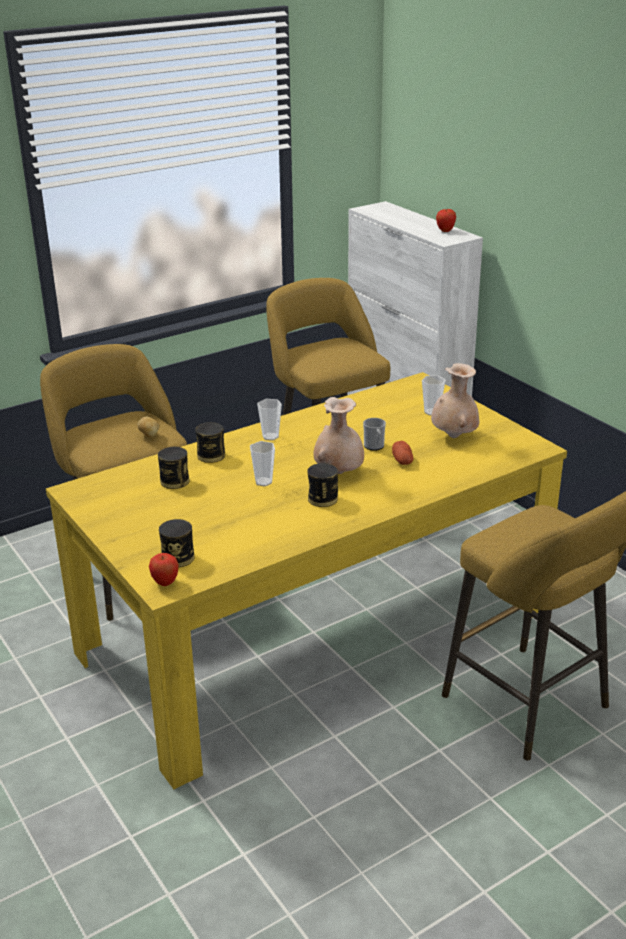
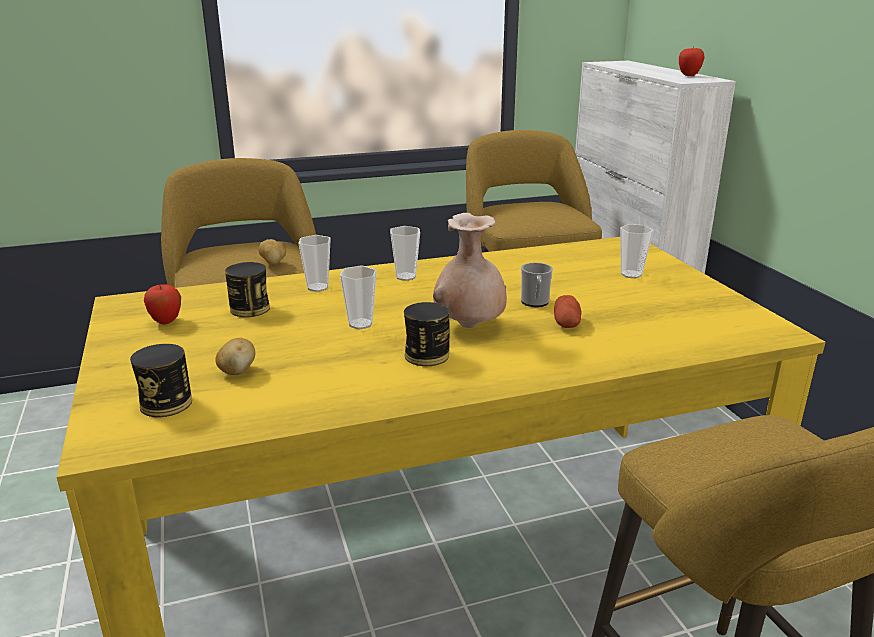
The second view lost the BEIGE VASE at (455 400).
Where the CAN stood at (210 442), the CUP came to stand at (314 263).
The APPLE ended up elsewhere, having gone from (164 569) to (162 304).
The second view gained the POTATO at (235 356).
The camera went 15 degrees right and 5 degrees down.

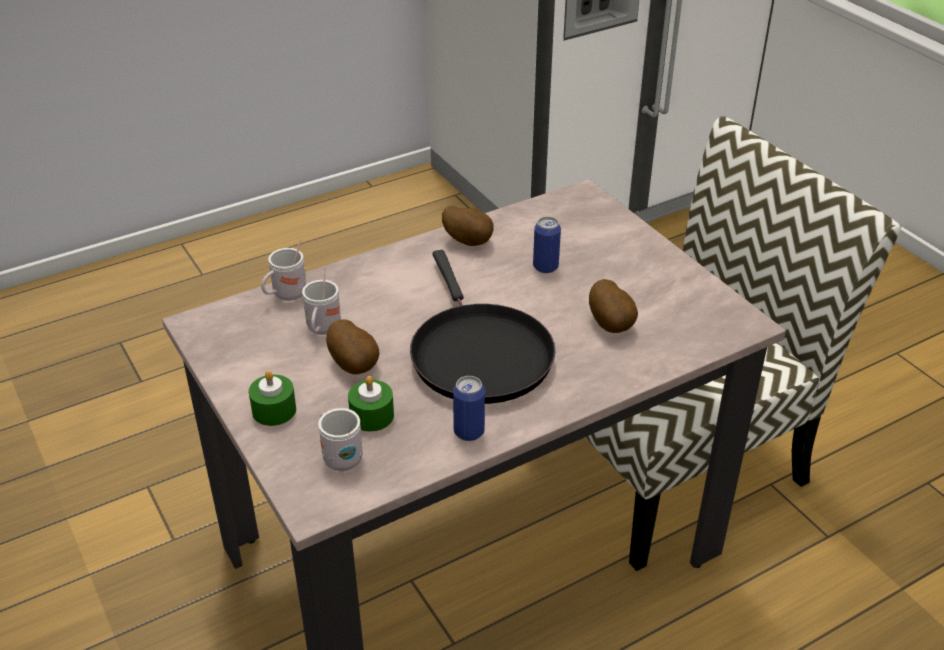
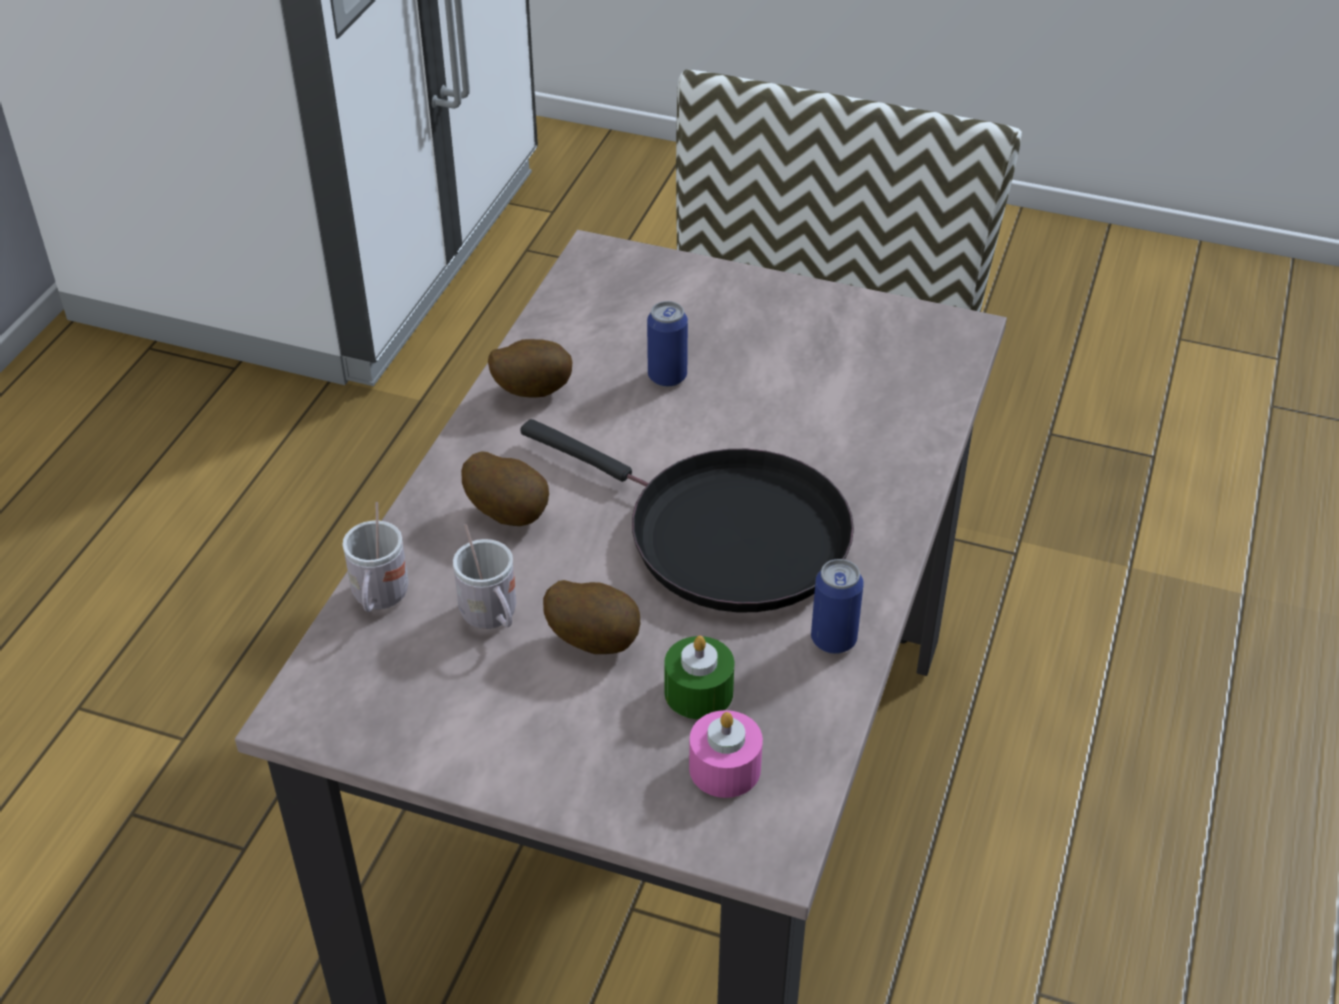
The POTATO ended up elsewhere, having gone from (613 306) to (505 488).
The second view lost the GREEN CANDLE at (272 398).
Where the WHITE MUG stood at (340 439), the PINK CANDLE came to stand at (726 754).
The camera went 40 degrees left and 5 degrees up.

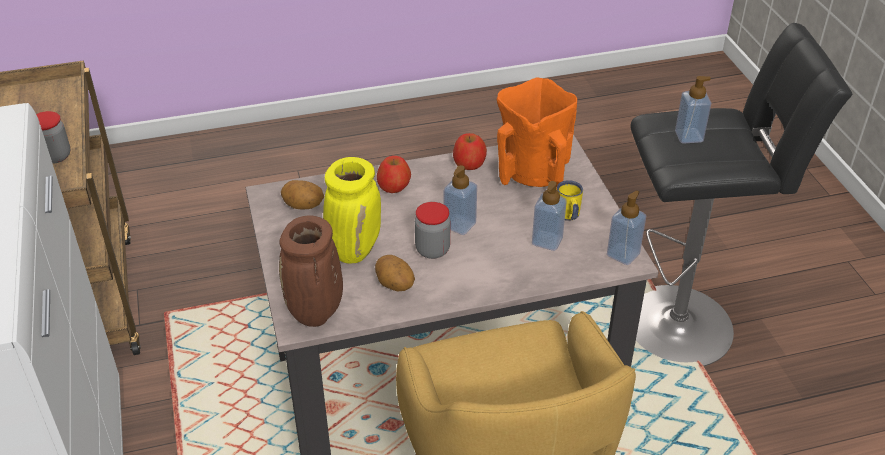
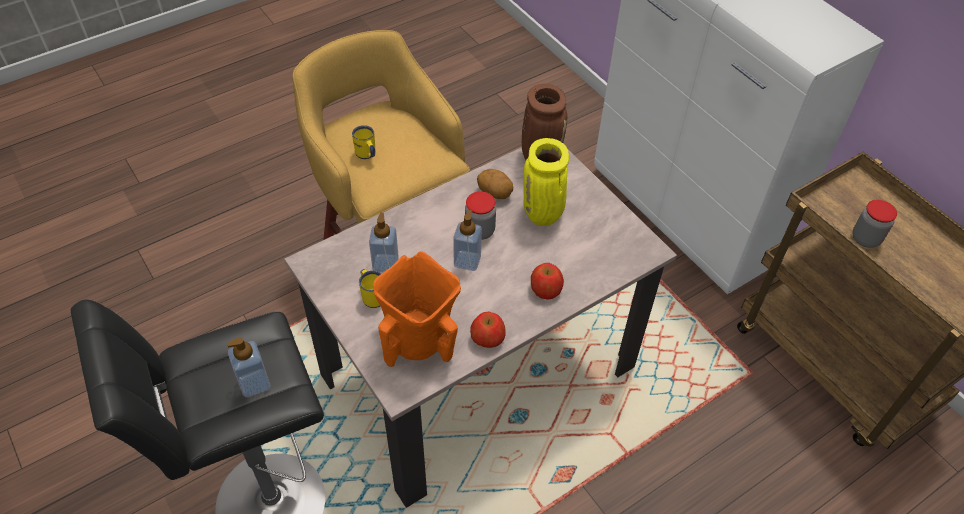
The second view lost the POTATO at (302 194).
The second view lost the SOAP DISPENSER at (626 227).
The second view gained the YELLOW MUG at (363 142).
The camera went 160 degrees right and 10 degrees up.

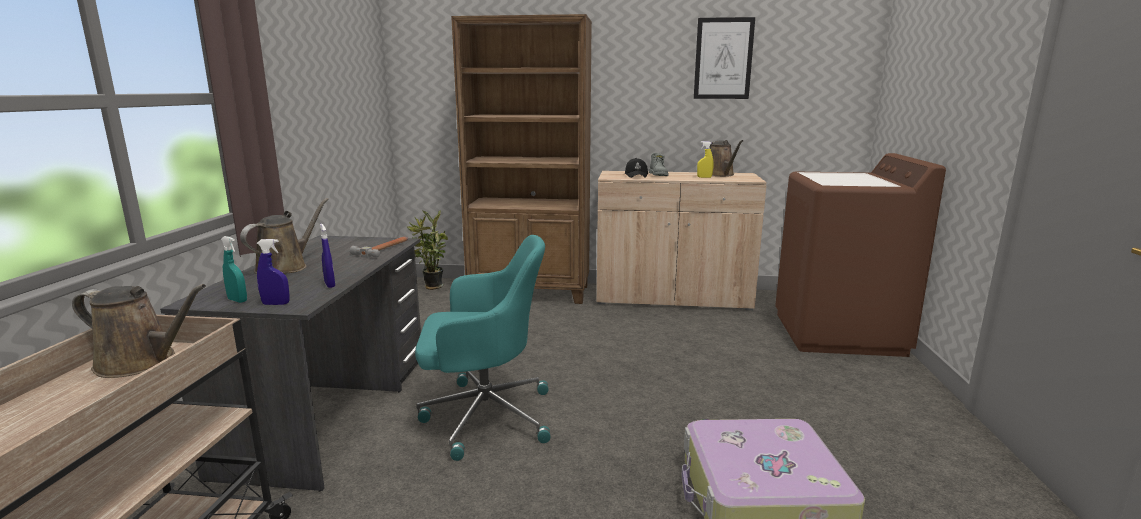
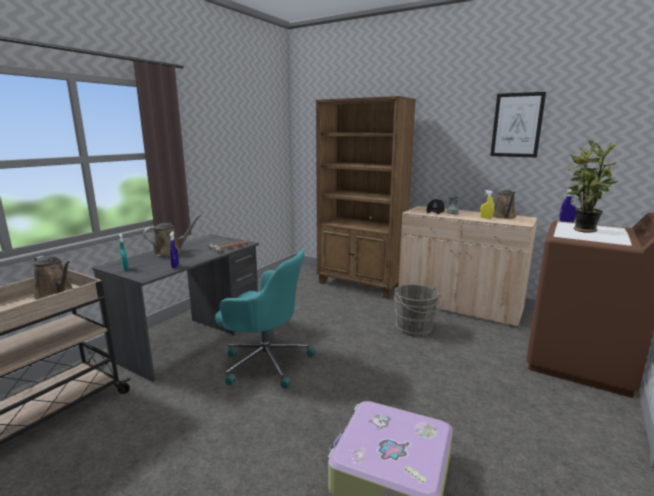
The POTTED PLANT ended up elsewhere, having gone from (427 250) to (592 186).
The BLUE SPRAY BOTTLE ended up elsewhere, having gone from (273 272) to (567 205).
The second view gained the GREY BUCKET at (419 310).
The camera went 25 degrees right and 0 degrees up.

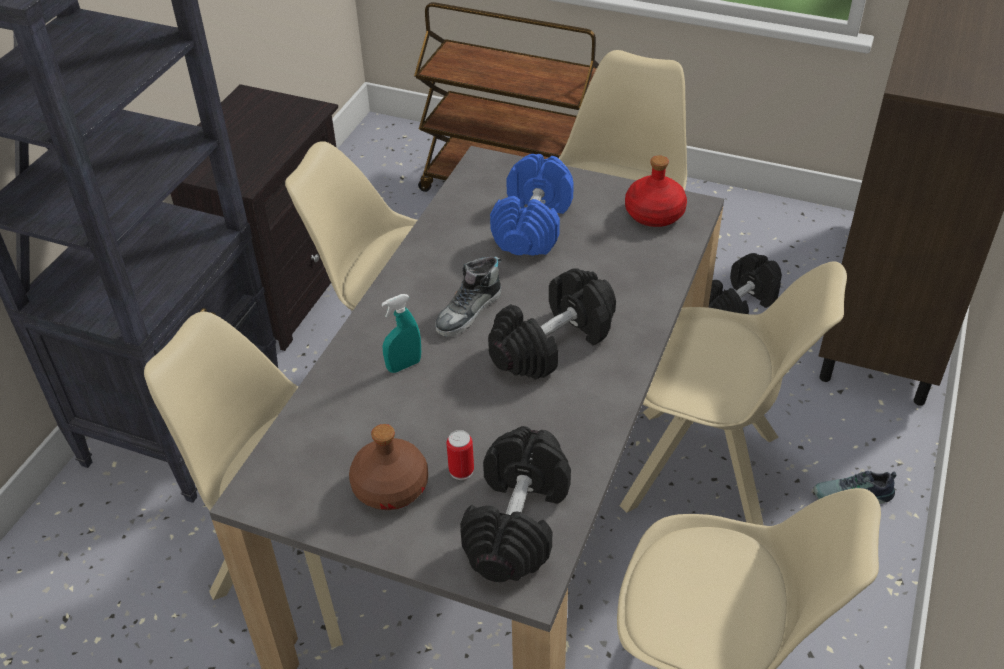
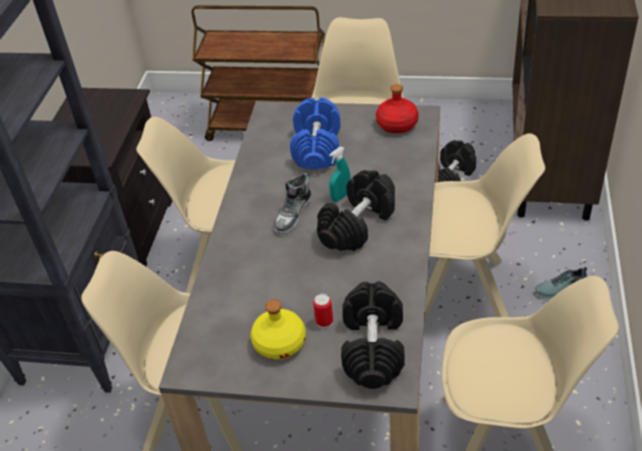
The TURQUOISE SPRAY BOTTLE ended up elsewhere, having gone from (401 333) to (340 174).
What was the BROWN BOTTLE at (388 467) turned into the YELLOW BOTTLE at (278 329).
The camera went 10 degrees left and 0 degrees up.

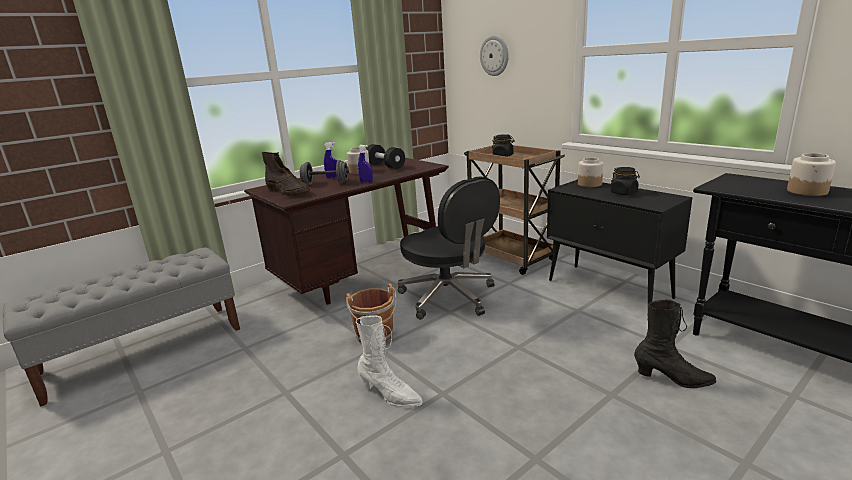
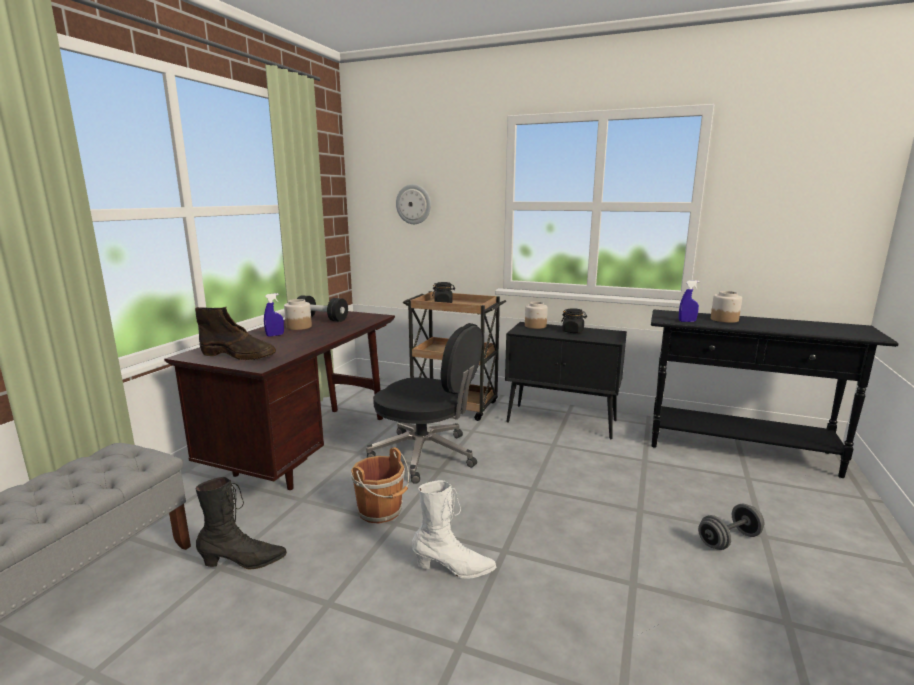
The BLUE SPRAY BOTTLE ended up elsewhere, having gone from (365 164) to (689 301).
The GREY DUMBBELL ended up elsewhere, having gone from (324 172) to (731 527).
The BLACK BOOT ended up elsewhere, having gone from (675 344) to (241 523).
The camera went 30 degrees left and 5 degrees down.

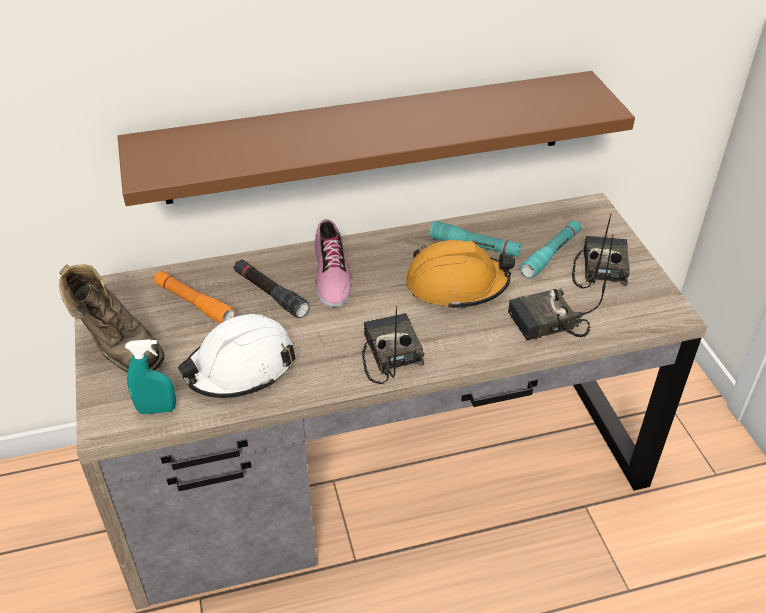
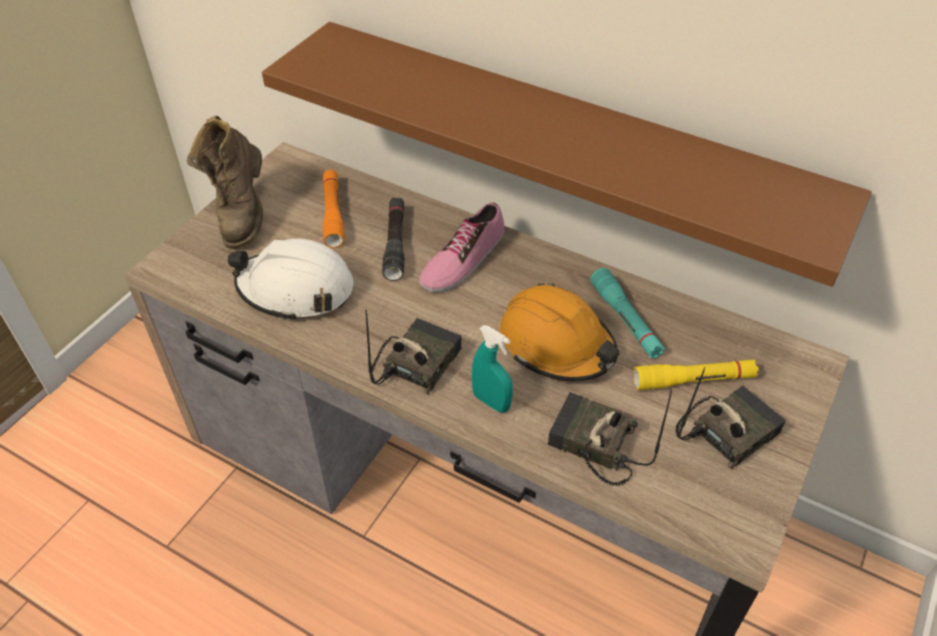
What was the TURQUOISE FLASHLIGHT at (550 249) turned into the YELLOW FLASHLIGHT at (696 375).
The TURQUOISE SPRAY BOTTLE ended up elsewhere, having gone from (150 376) to (492 369).
The camera went 45 degrees right and 5 degrees up.

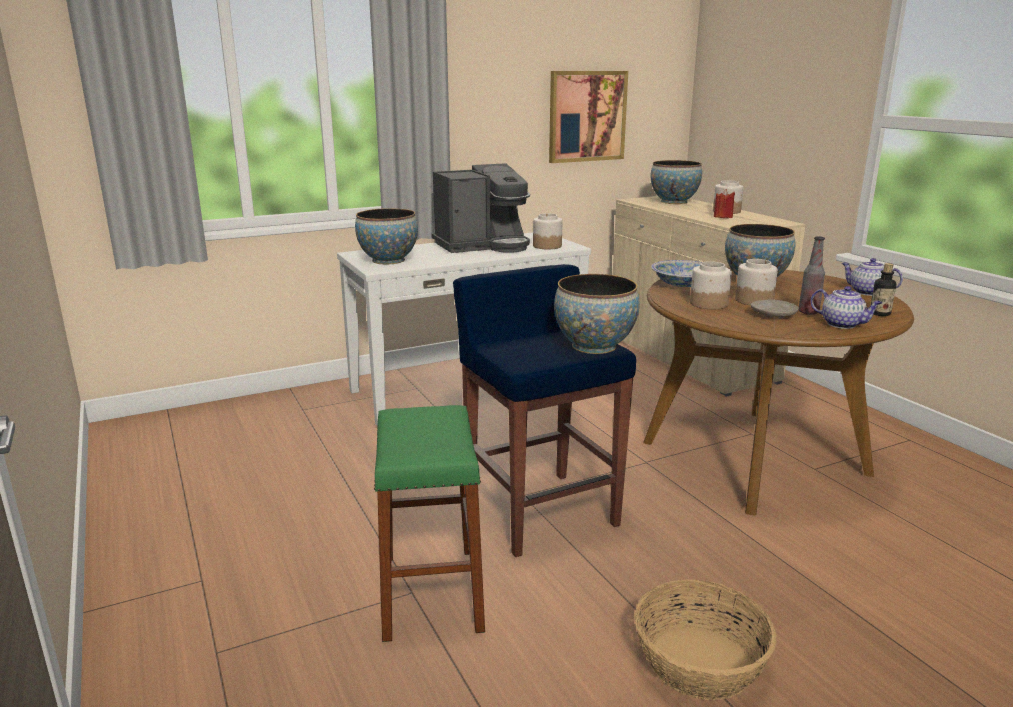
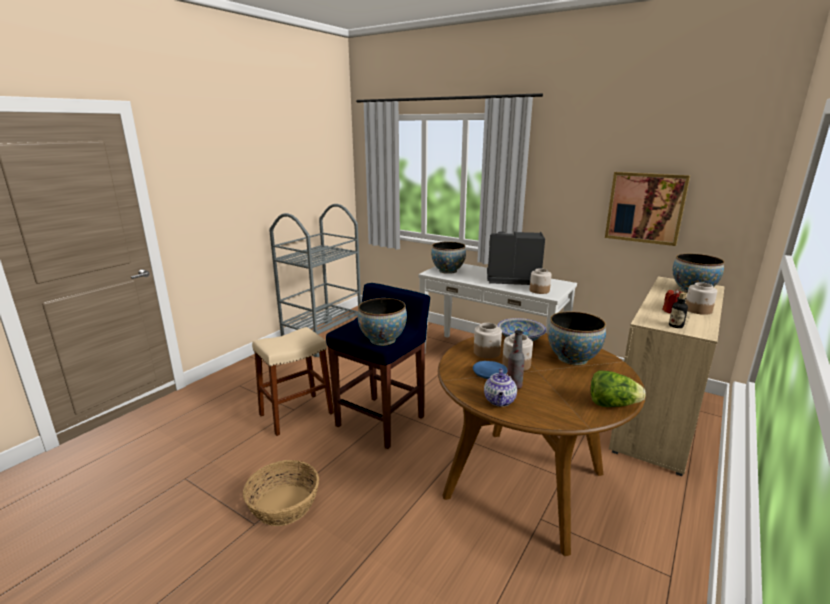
The COFFEE MACHINE at (480 208) ended up facing another way, 150 degrees clockwise from before.
Where the TEAPOT stood at (872 277), the LETTUCE came to stand at (618 388).
The BOTTLE ended up elsewhere, having gone from (883 289) to (678 310).
What was the BEIGE PLATE at (774 309) turned into the BLUE PLATE at (490 370).
What was the GREEN STOOL at (429 523) turned into the BEIGE STOOL at (293 381).
The second view gained the GREY CART at (315 280).
The camera went 60 degrees right and 0 degrees up.

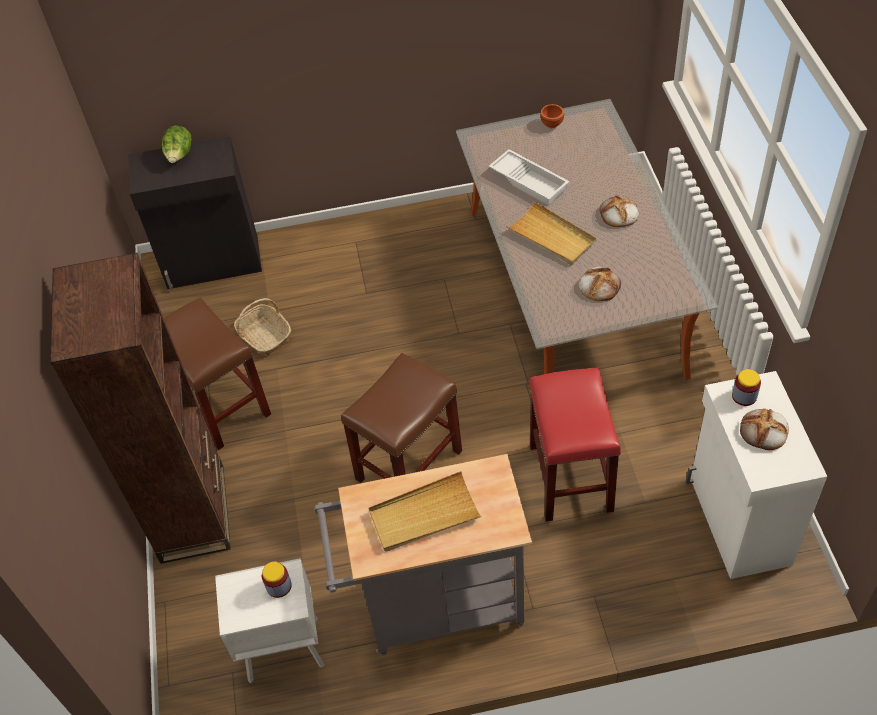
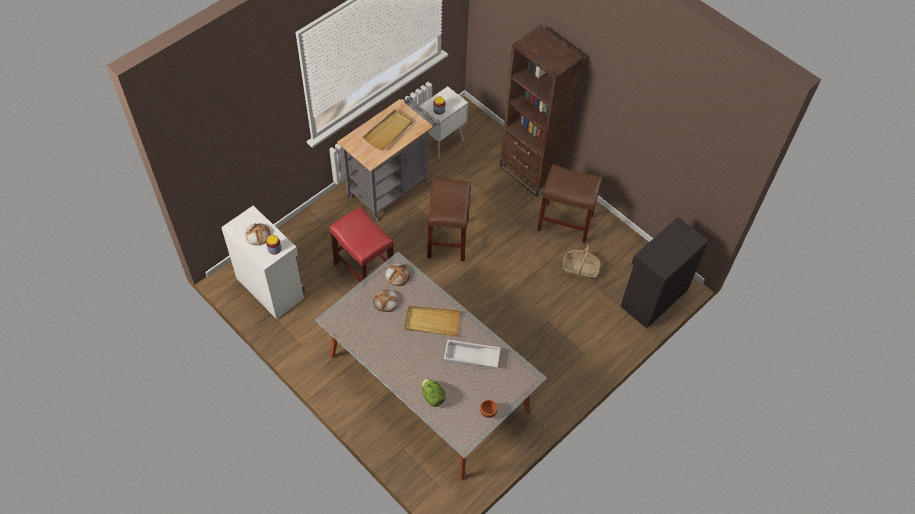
The LETTUCE ended up elsewhere, having gone from (177 144) to (434 392).
The BREAD ended up elsewhere, having gone from (619 211) to (398 274).
The camera went 140 degrees right and 5 degrees up.

